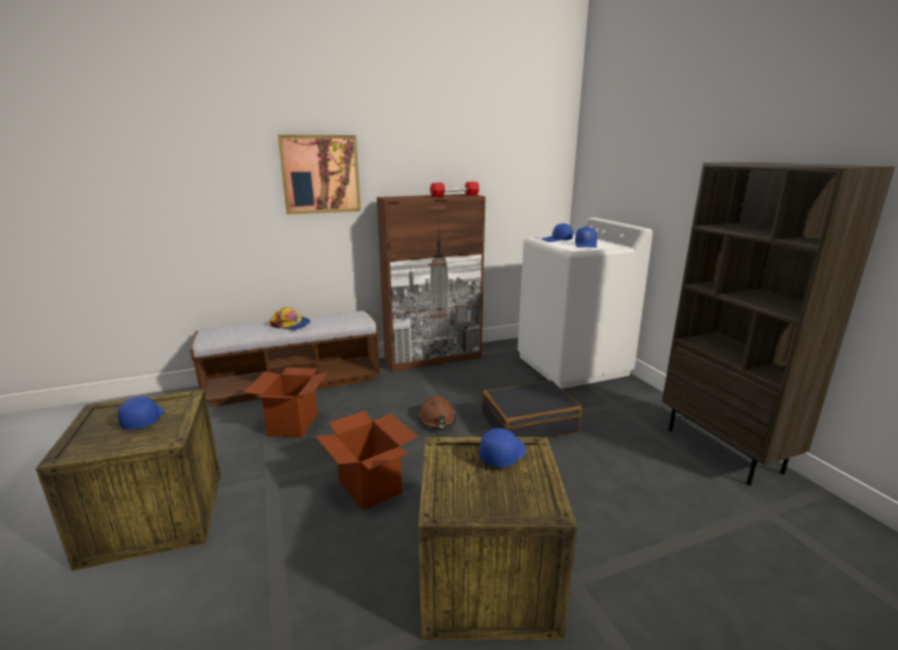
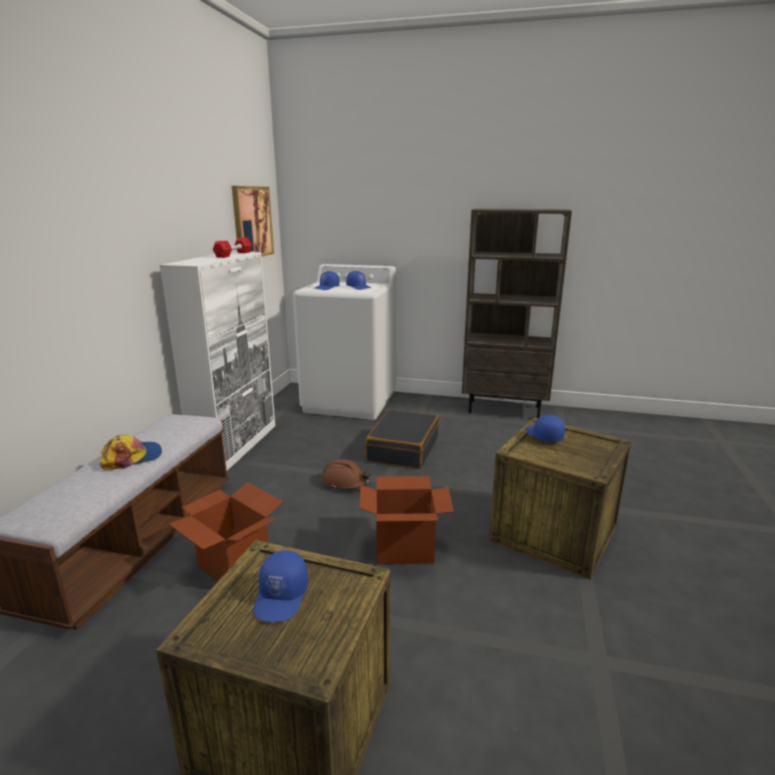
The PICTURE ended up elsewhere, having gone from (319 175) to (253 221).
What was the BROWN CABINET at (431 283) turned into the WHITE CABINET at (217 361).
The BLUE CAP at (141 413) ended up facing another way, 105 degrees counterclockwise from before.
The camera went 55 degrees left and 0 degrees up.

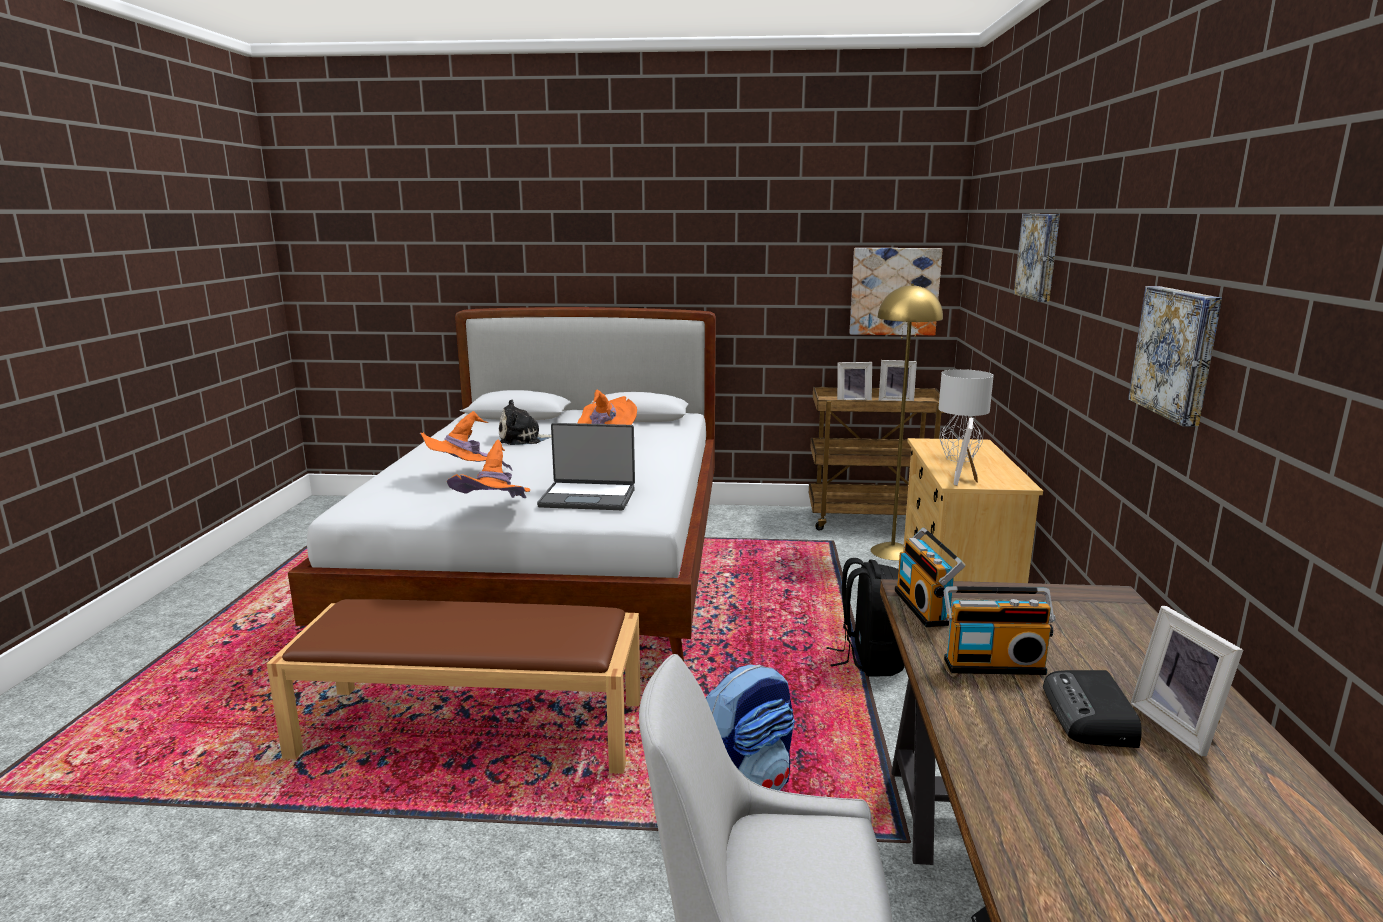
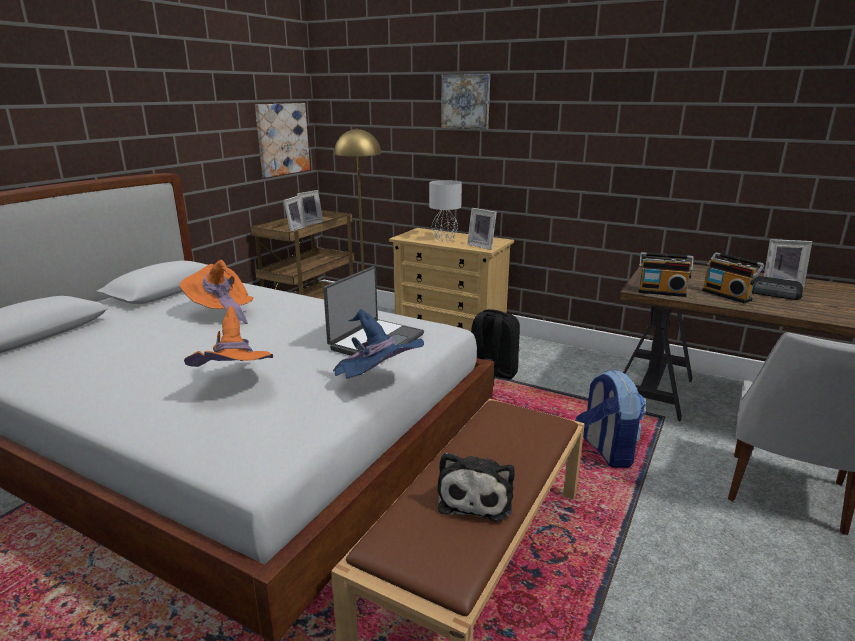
The second view lost the PICTURE at (1175 356).
The PLUSH TOY ended up elsewhere, having gone from (525 422) to (476 487).
What was the ORANGE HAT at (488 469) turned into the BLUE HAT at (378 344).
The RADIO at (999 630) ended up facing another way, 120 degrees clockwise from before.
The camera went 65 degrees left and 5 degrees up.

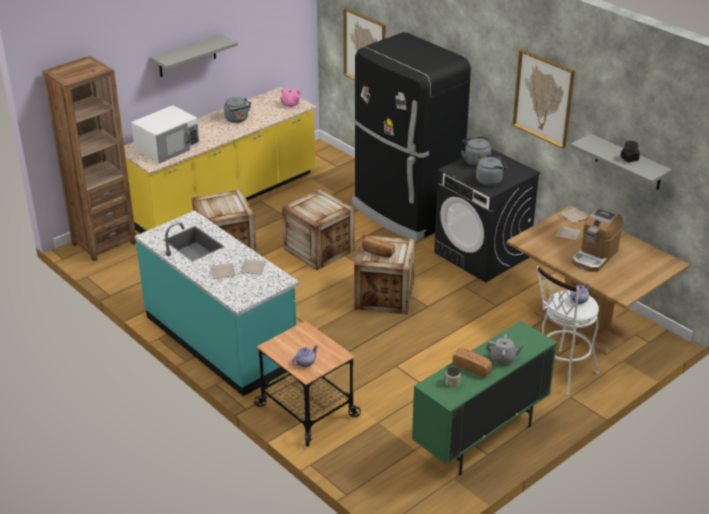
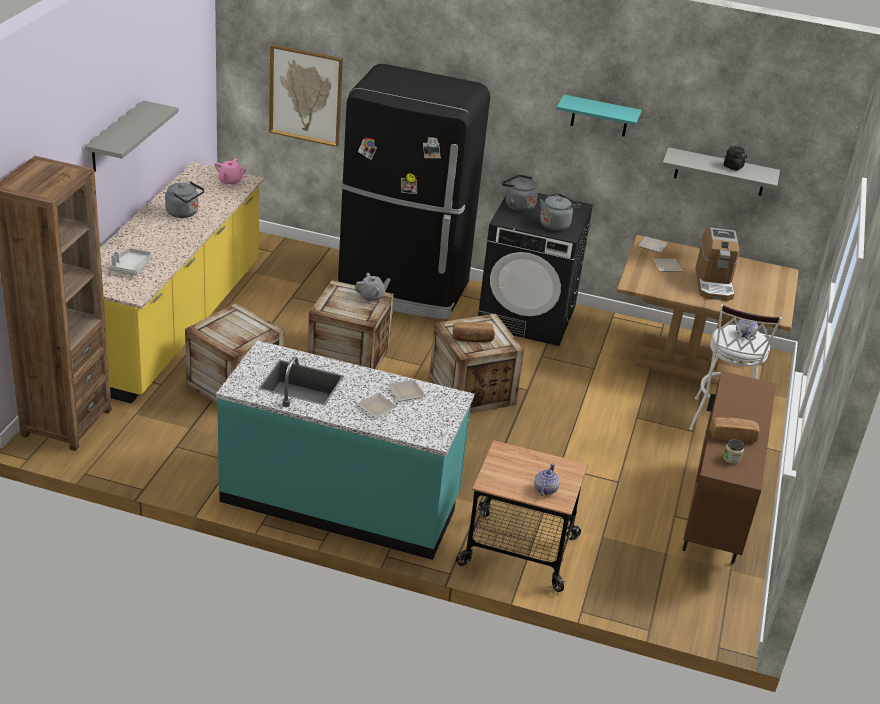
Where the PICTURE hung at (544 99), the TURQUOISE SHELF came to hang at (598 116).
Where the WHITE MICROWAVE stood at (165 134), the GREY TRAY came to stand at (130 261).
What was the GREEN CABINET at (484 397) turned into the BROWN CABINET at (729 467).
The GREY TEAPOT ended up elsewhere, having gone from (504 349) to (372 287).
The camera went 35 degrees left and 0 degrees up.

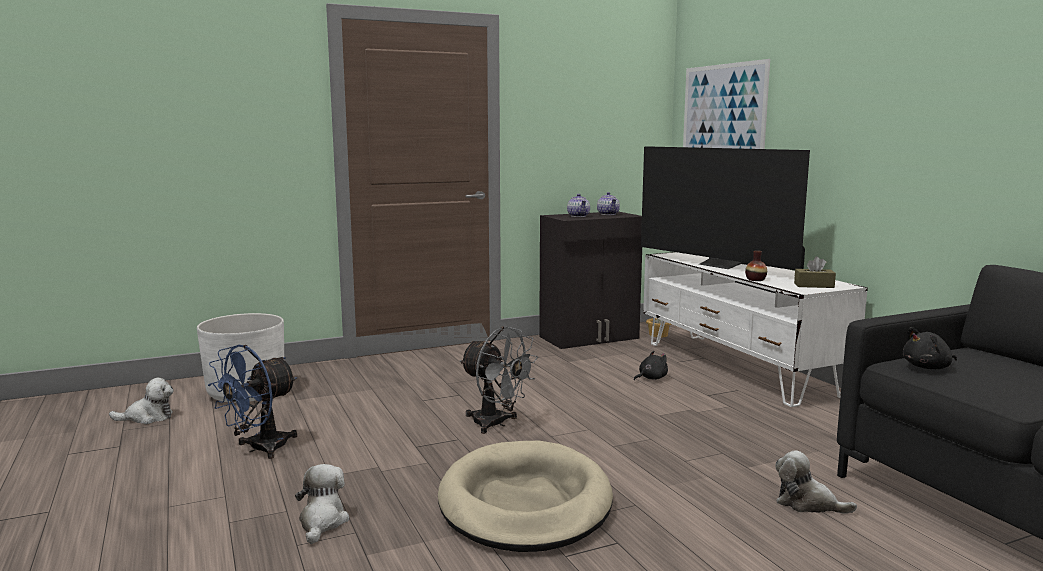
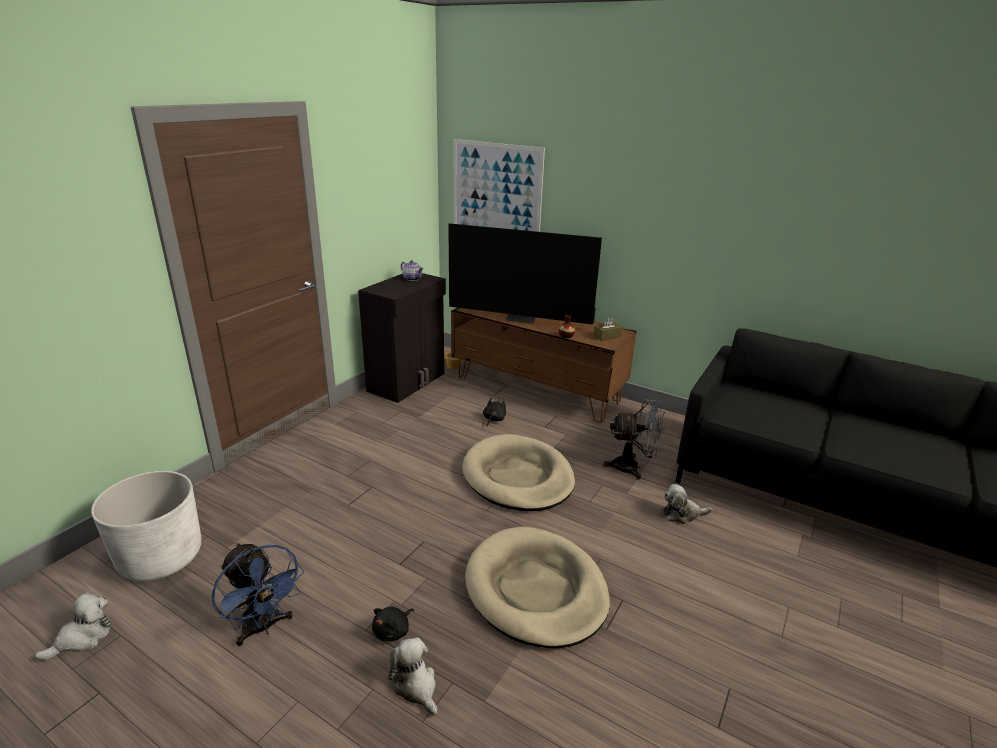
The second view lost the TEAPOT at (578 205).
What was the WHITE TV STAND at (755 329) turned into the BROWN TV STAND at (543 365).
The GREY FAN ended up elsewhere, having gone from (499 380) to (634 439).
The BLACK PLUSH TOY ended up elsewhere, having gone from (930 348) to (393 624).
The BLUE FAN at (252 402) ended up facing another way, 45 degrees counterclockwise from before.
The second view gained the BEIGE DOG BED at (518 472).
The camera went 35 degrees left and 15 degrees up.

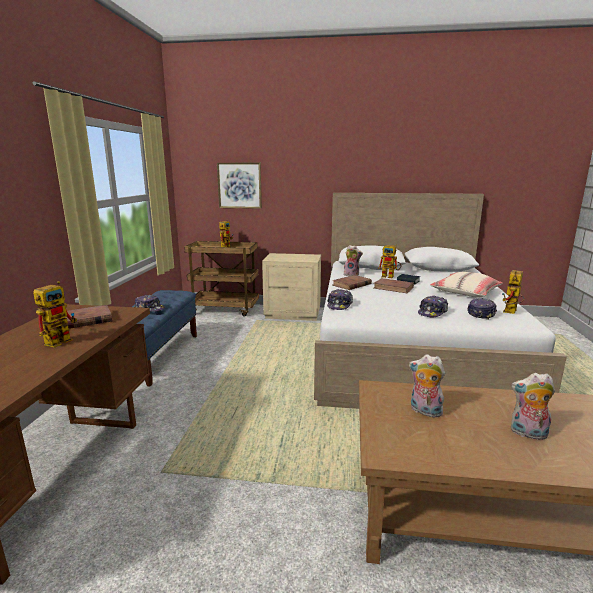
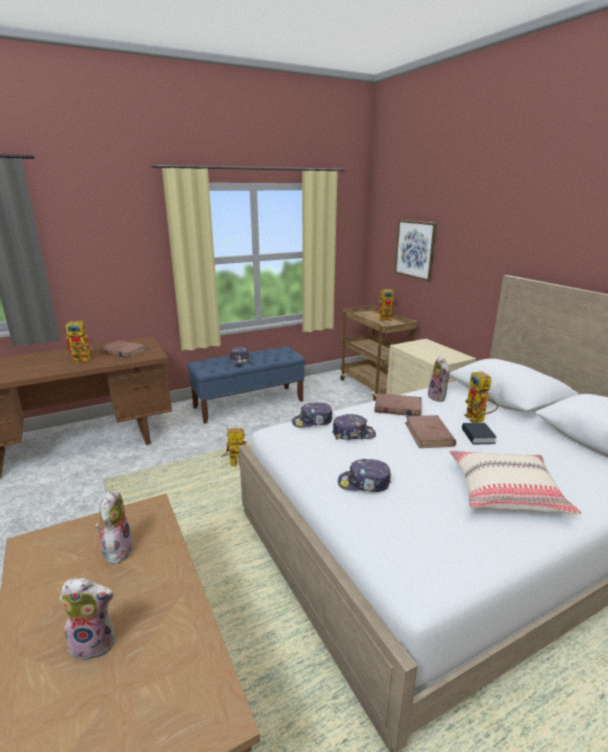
The TOY ROBOT ended up elsewhere, having gone from (513 292) to (234 447).
The CAP ended up elsewhere, having gone from (482 309) to (354 427).
The PLUSH TOY at (533 406) ended up facing another way, 105 degrees clockwise from before.
The camera went 55 degrees right and 5 degrees up.

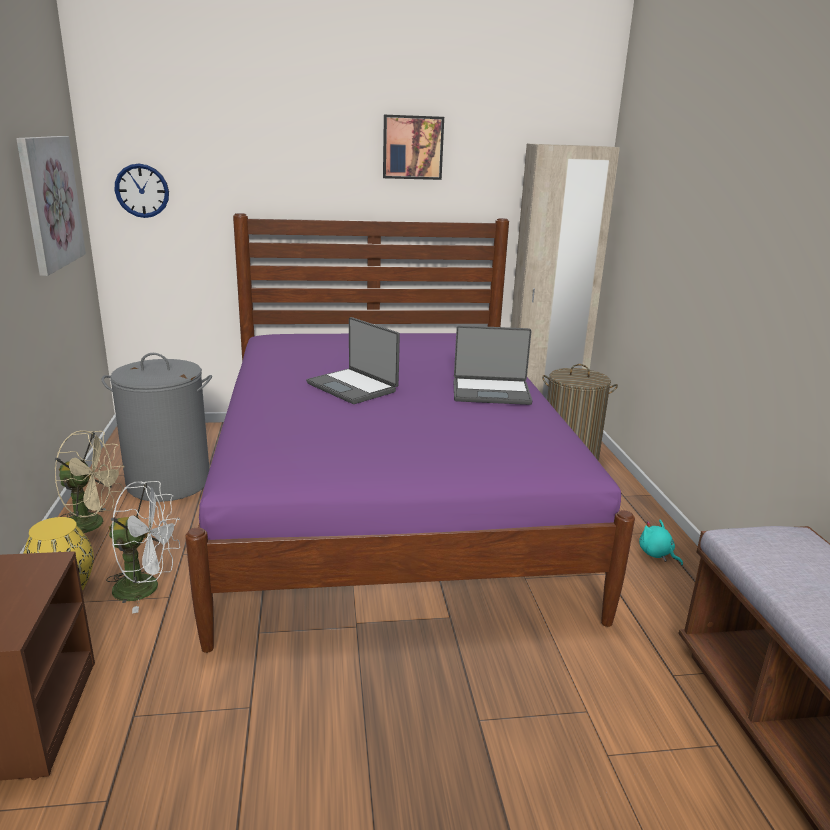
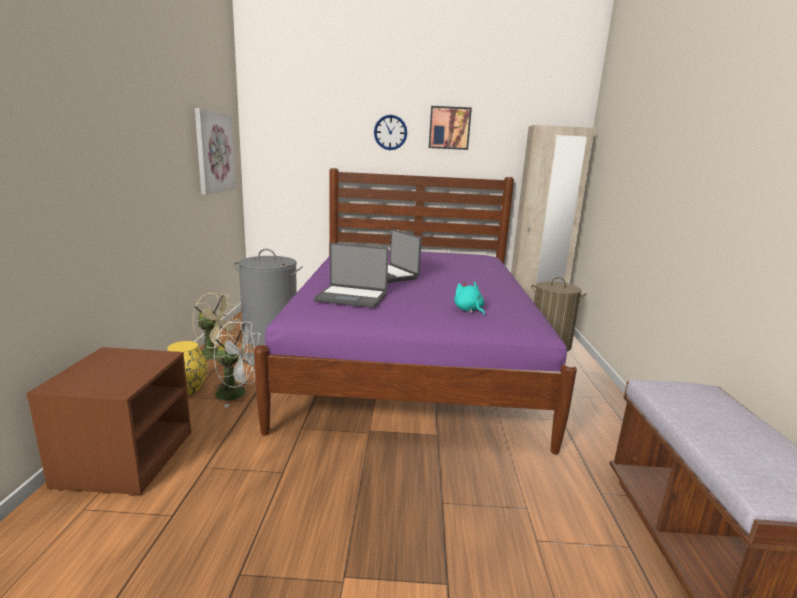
The WALL CLOCK ended up elsewhere, having gone from (142 191) to (390 132).
The LAPTOP ended up elsewhere, having gone from (493 365) to (351 275).
The TURQUOISE PLUSH TOY ended up elsewhere, having gone from (661 542) to (469 299).
The camera went 10 degrees right and 5 degrees down.

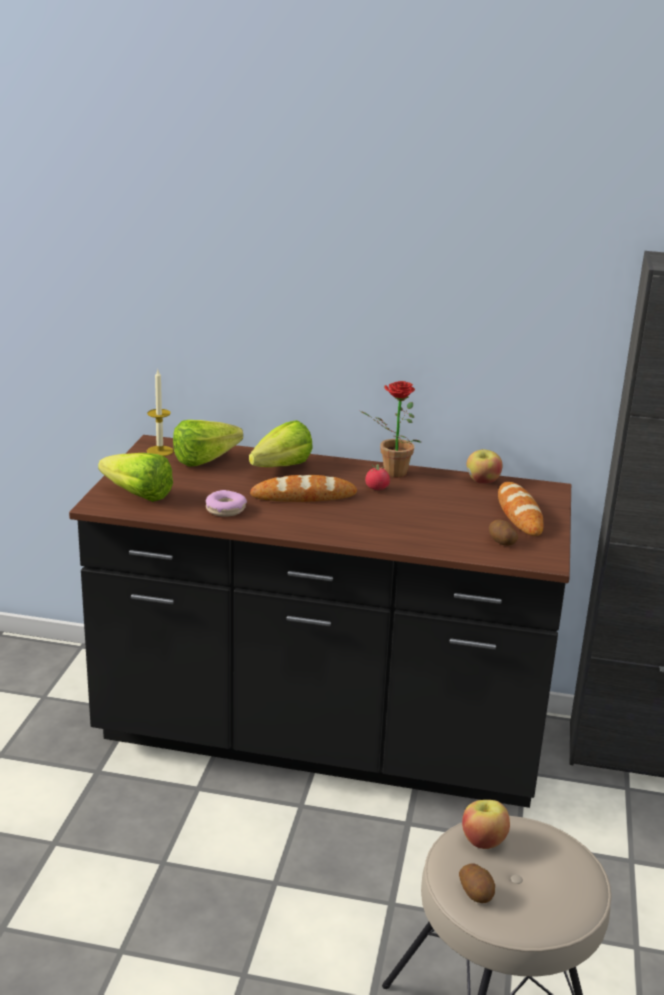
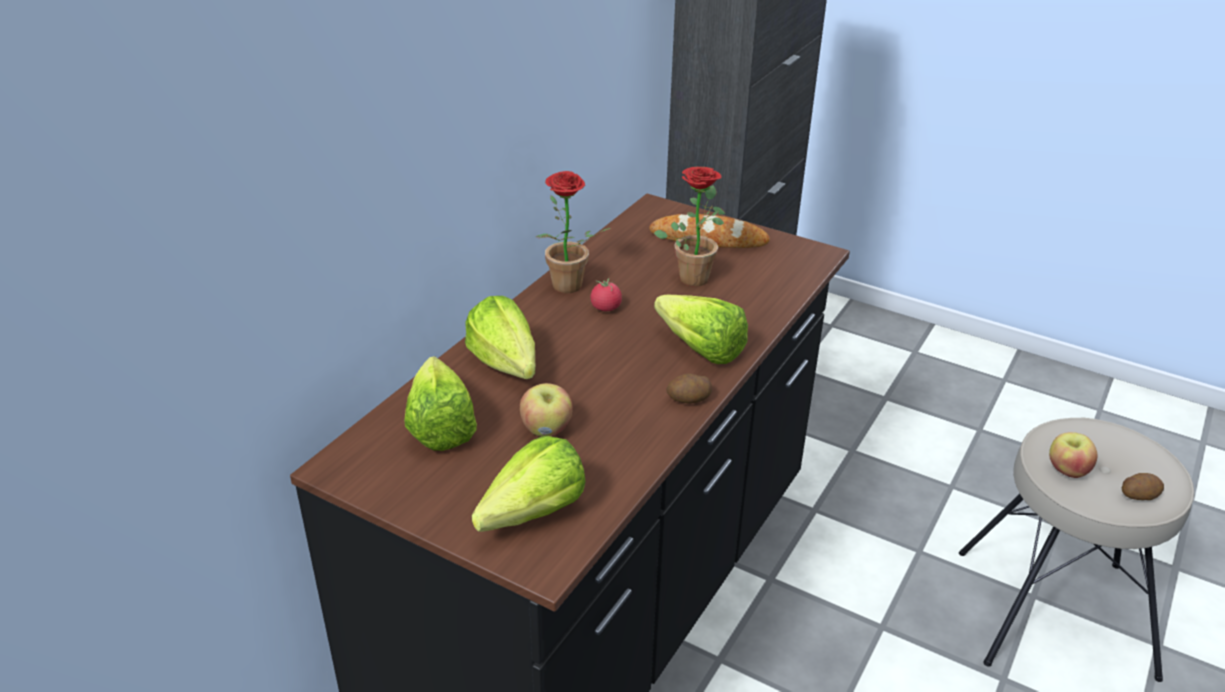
The second view lost the CANDLE at (160 413).
The APPLE ended up elsewhere, having gone from (484 466) to (546 410).
The second view lost the BREAD at (303 488).
The second view lost the DONUT at (226 503).
The POTATO ended up elsewhere, having gone from (503 532) to (689 388).
The second view gained the POTTED PLANT at (689 226).
The second view gained the LETTUCE at (701 329).
The camera went 70 degrees left and 10 degrees up.

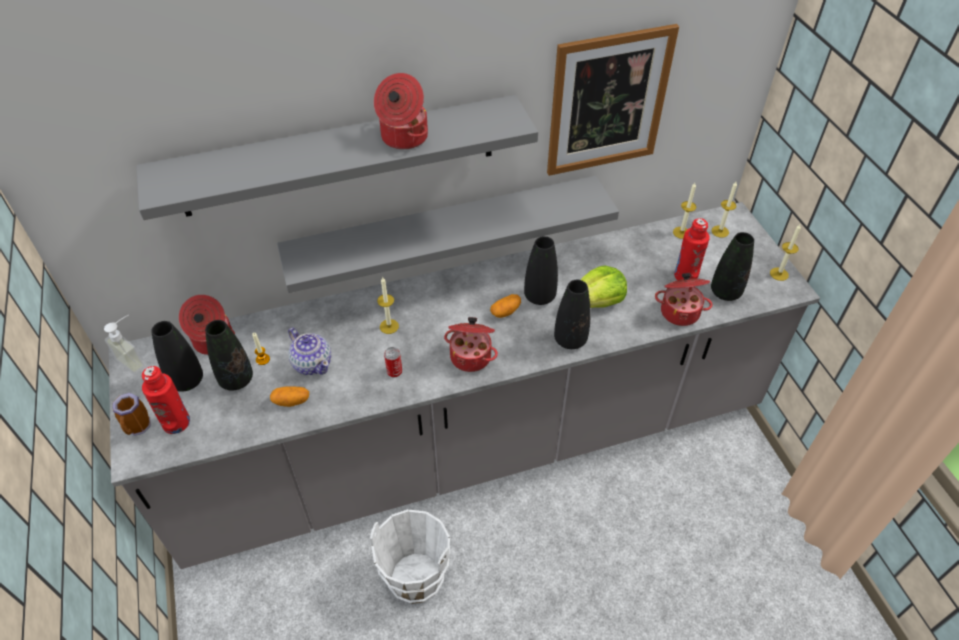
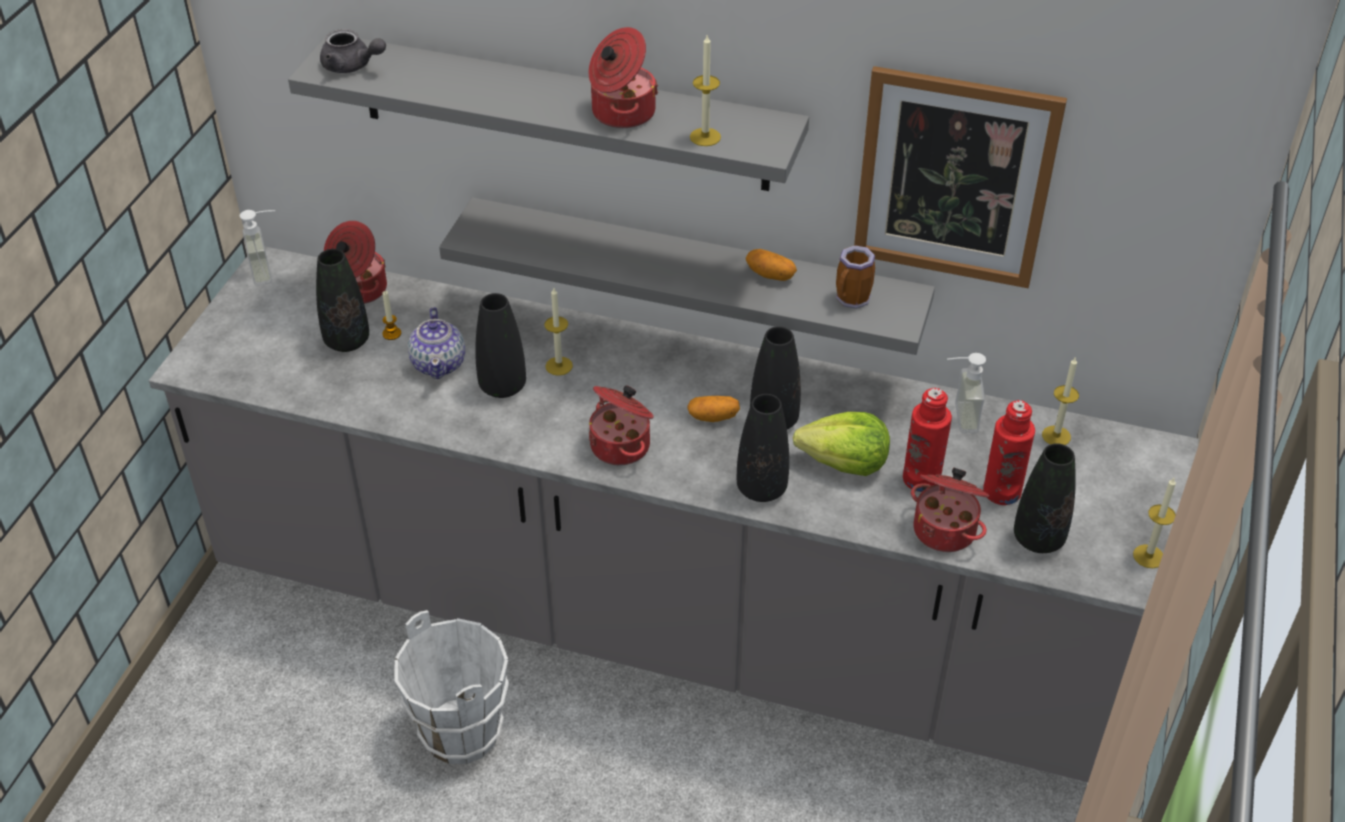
The CANDLE ended up elsewhere, having gone from (724 210) to (705 90).
The BLACK VASE ended up elsewhere, having gone from (177 356) to (500 345).
The second view lost the CAN at (393 362).
The RED BOTTLE ended up elsewhere, having gone from (166 400) to (927 440).
The POTATO ended up elsewhere, having gone from (289 396) to (771 265).
The MUG ended up elsewhere, having gone from (132 414) to (855 277).
The second view gained the GREY TEAPOT at (353 51).
The second view gained the SOAP DISPENSER at (966 393).
The camera went 35 degrees right and 5 degrees down.

